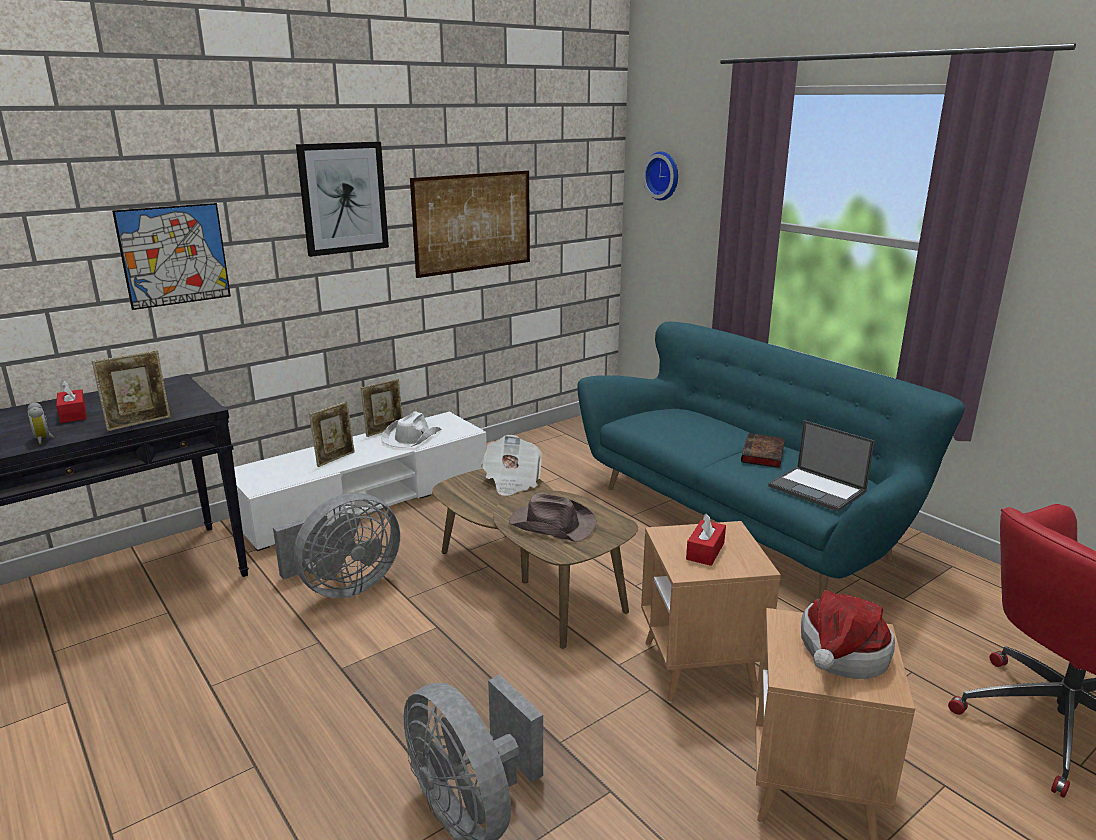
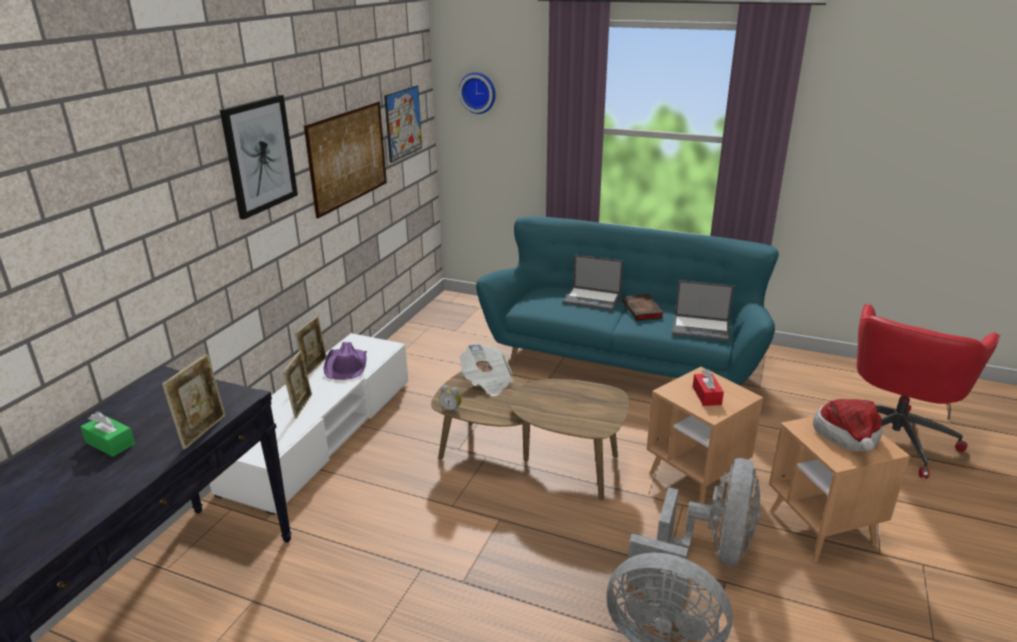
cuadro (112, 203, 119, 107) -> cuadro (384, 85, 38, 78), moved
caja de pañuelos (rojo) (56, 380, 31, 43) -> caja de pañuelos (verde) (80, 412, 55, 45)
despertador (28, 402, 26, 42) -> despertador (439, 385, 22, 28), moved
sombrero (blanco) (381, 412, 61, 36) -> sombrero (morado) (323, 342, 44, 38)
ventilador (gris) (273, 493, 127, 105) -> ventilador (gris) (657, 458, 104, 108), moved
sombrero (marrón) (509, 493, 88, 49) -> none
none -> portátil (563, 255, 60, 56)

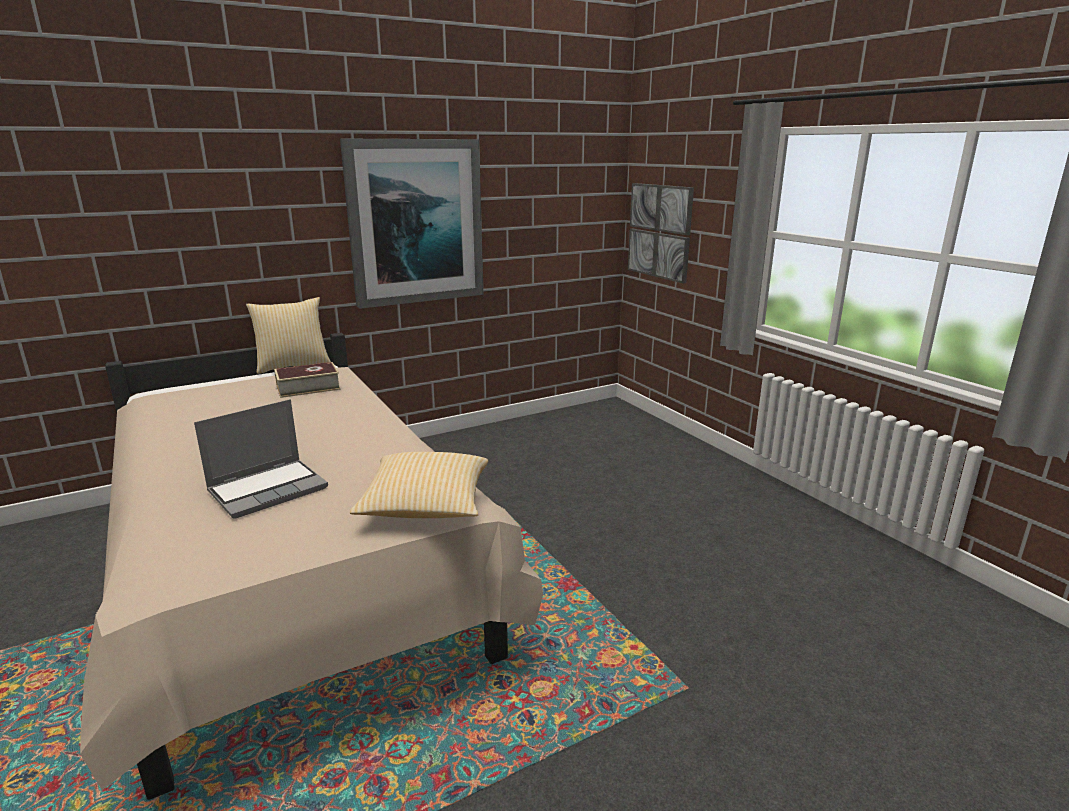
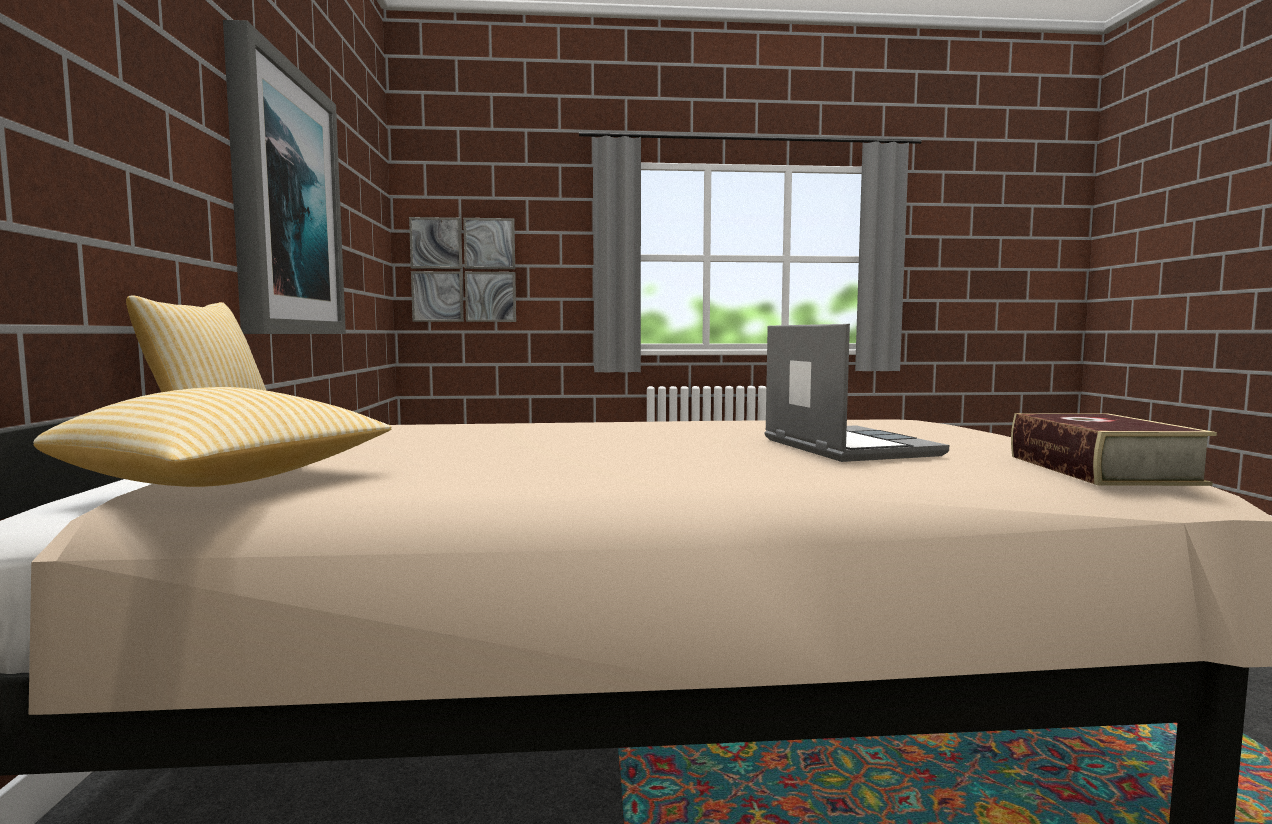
libro (274, 362, 67, 36) -> libro (1011, 413, 206, 73), moved
cojín (350, 452, 138, 66) -> cojín (33, 387, 358, 100), moved

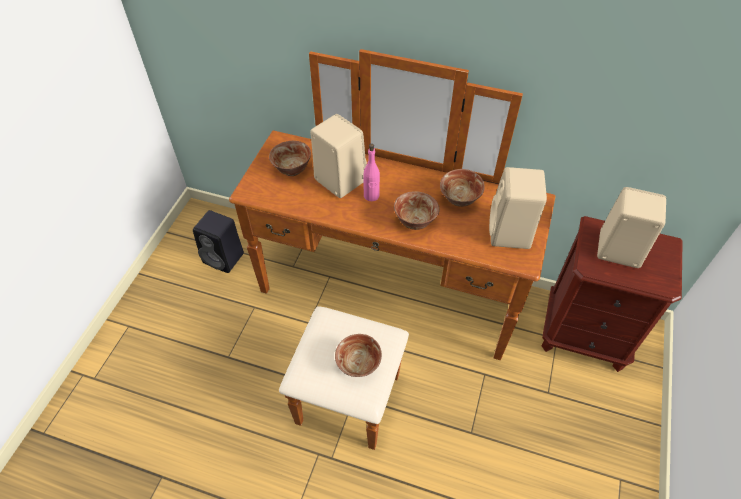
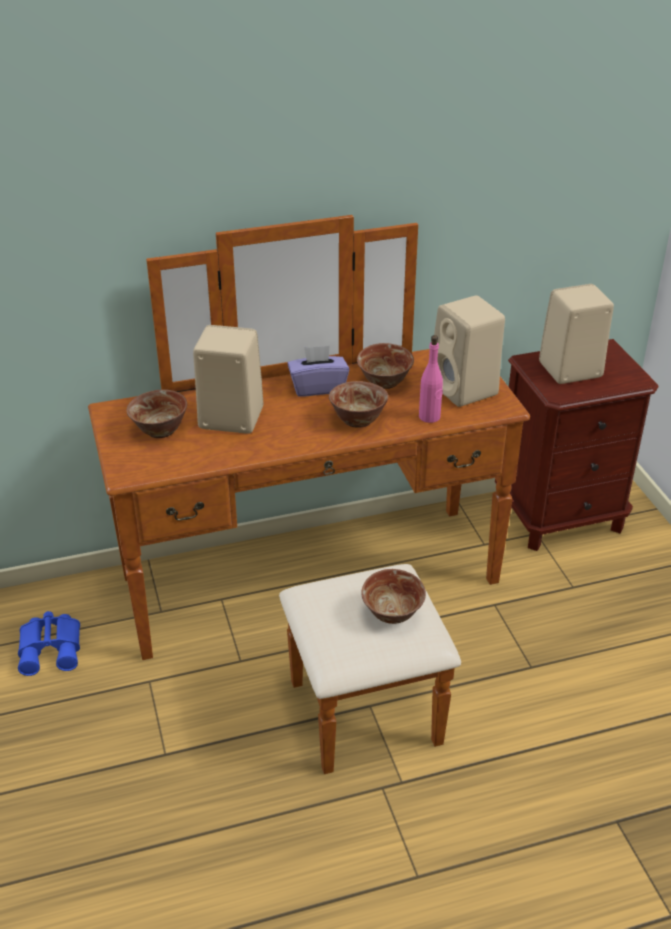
botella (rosa) (363, 144, 17, 57) -> botella (rosa) (419, 335, 24, 88), moved
altavoz (negro) (193, 210, 51, 63) -> prismáticos (azul) (18, 611, 62, 65)
none -> caja de pañuelos (morado) (287, 346, 62, 51)

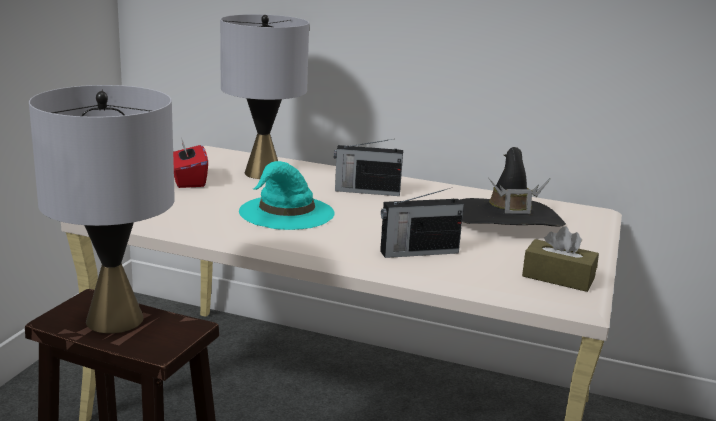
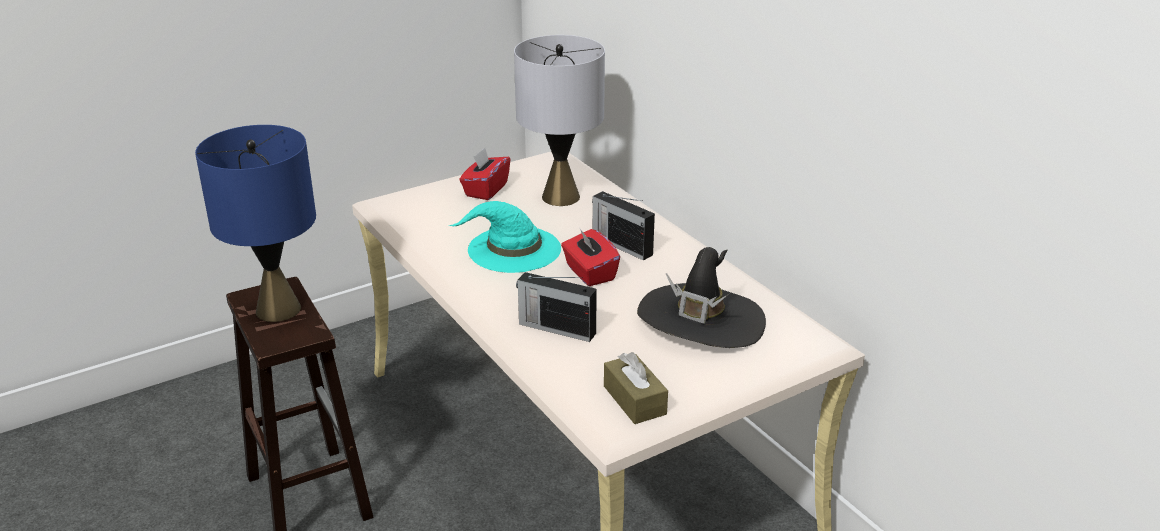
lámpara de mesa (gris) (29, 85, 146, 249) -> lámpara de mesa (azul) (195, 125, 121, 197)
none -> caja de pañuelos (rojo) (561, 229, 59, 57)

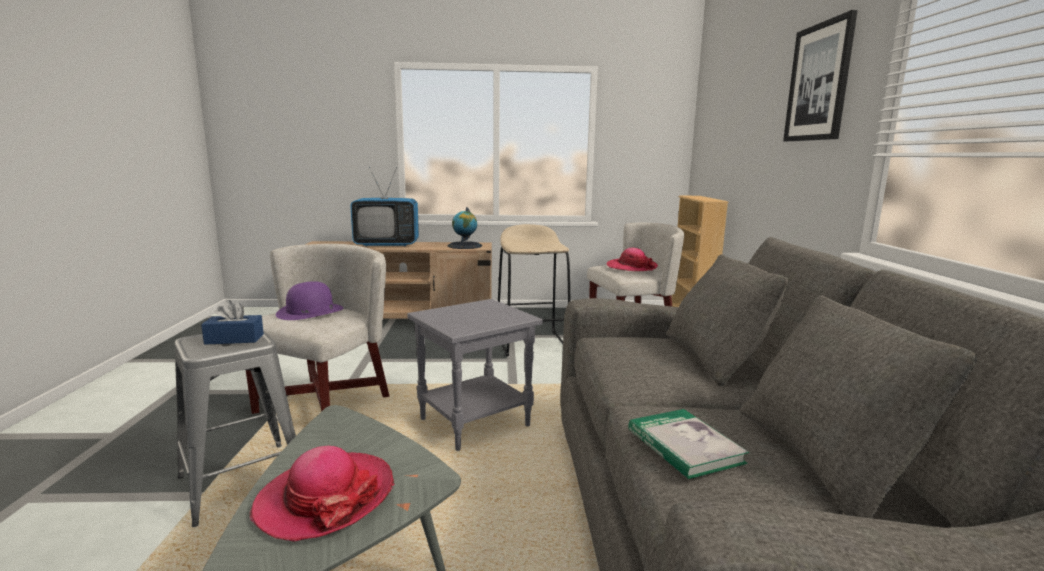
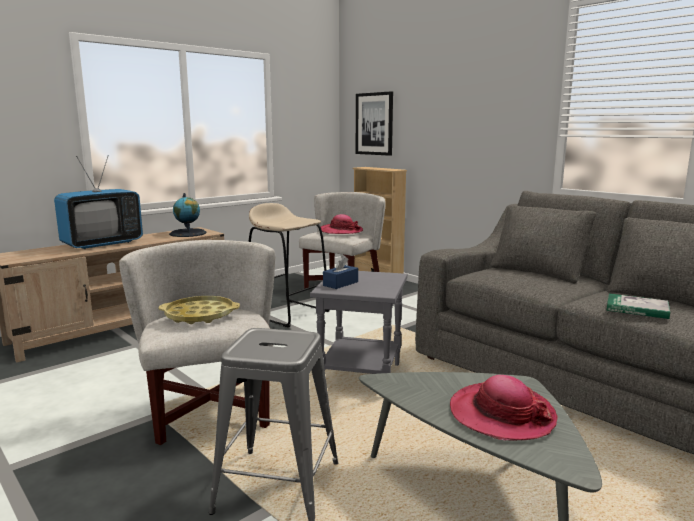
cuadro (783, 10, 75, 131) -> cuadro (356, 91, 37, 65), moved
sombrero (morado) (276, 281, 67, 39) -> bandeja (amarillo) (158, 296, 82, 28)
caja de pañuelos (azul) (201, 300, 63, 45) -> caja de pañuelos (azul) (323, 256, 35, 33), moved

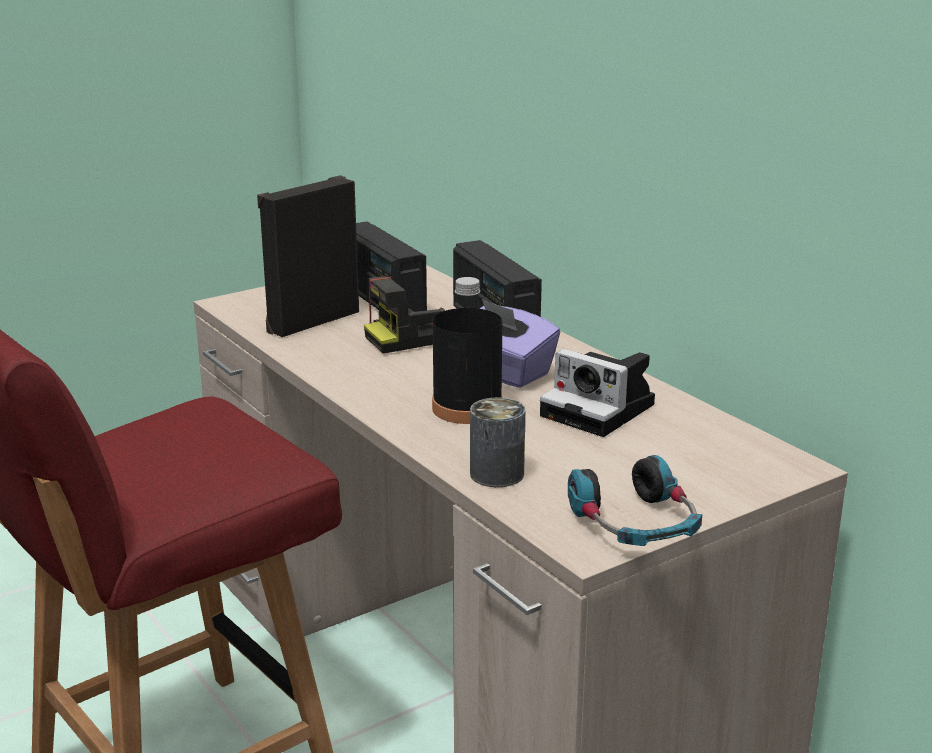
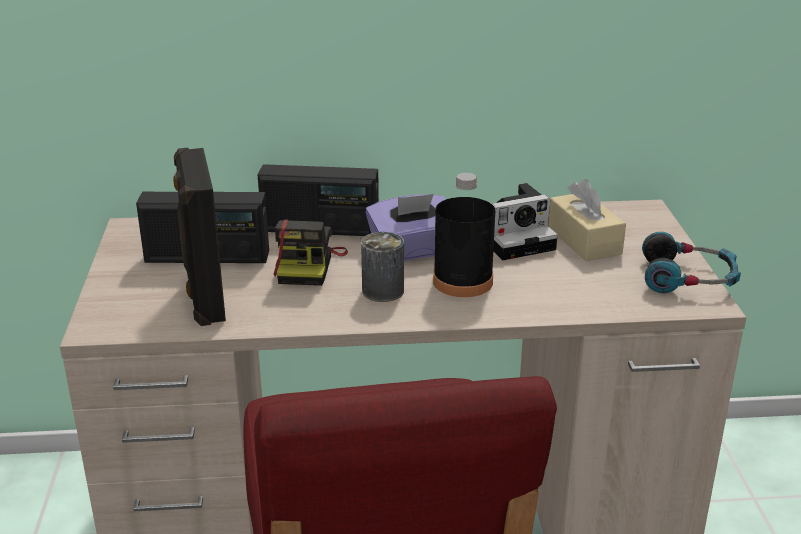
lata (470, 397, 55, 90) -> lata (361, 232, 43, 70), moved
none -> caja de pañuelos (beis) (548, 179, 78, 82)

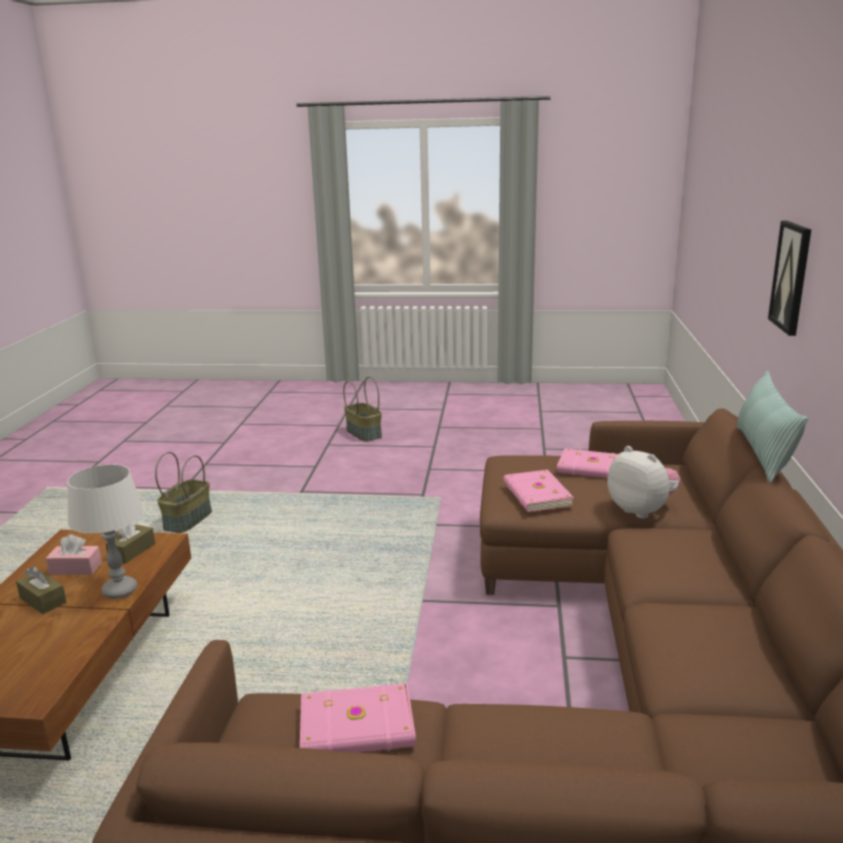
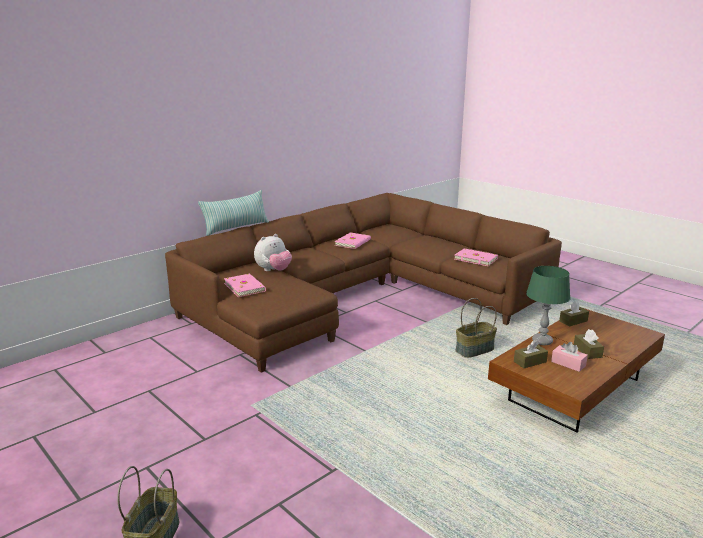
cuadro (768, 221, 43, 115) -> none
peluche (607, 446, 74, 73) -> peluche (254, 234, 38, 37), 135 degrees counterclockwise
cesta (155, 452, 57, 81) -> cesta (455, 298, 42, 60), moved
lámpara de mesa (blanco) (67, 464, 77, 135) -> lámpara de mesa (verde) (526, 266, 44, 79)
libro (rosa) (503, 470, 71, 42) -> libro (rosa) (334, 232, 37, 17), moved
none -> caja de pañuelos (marrón) (559, 301, 30, 26)

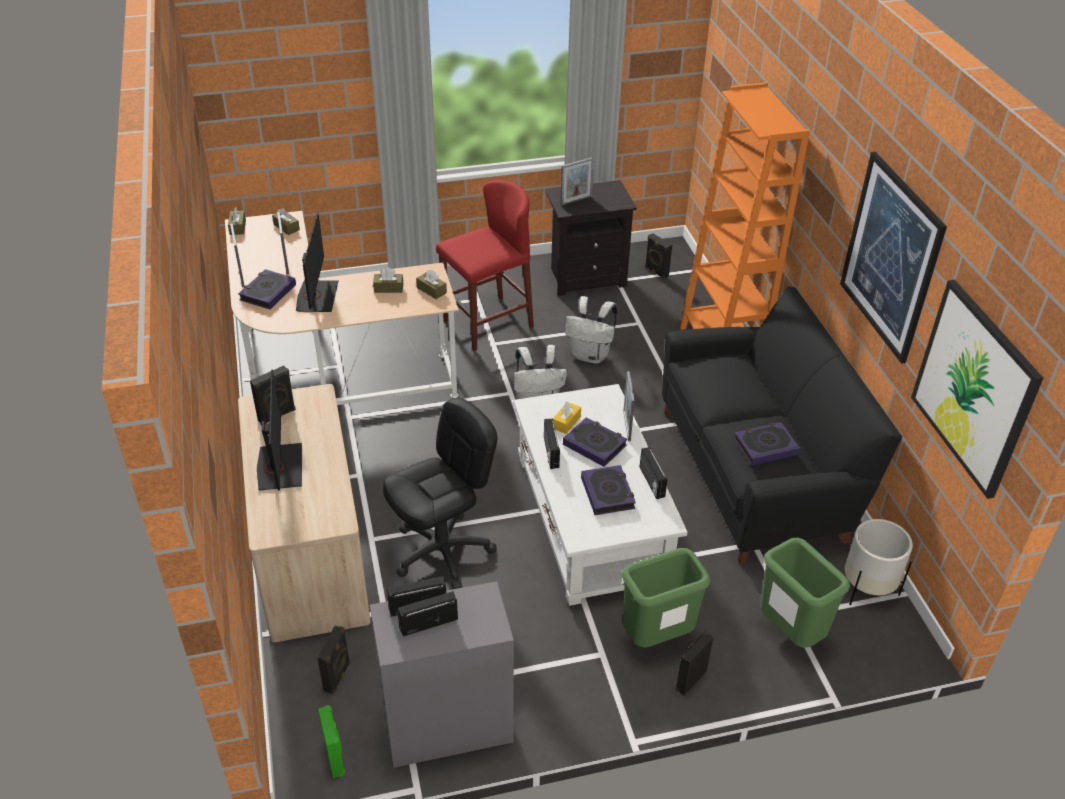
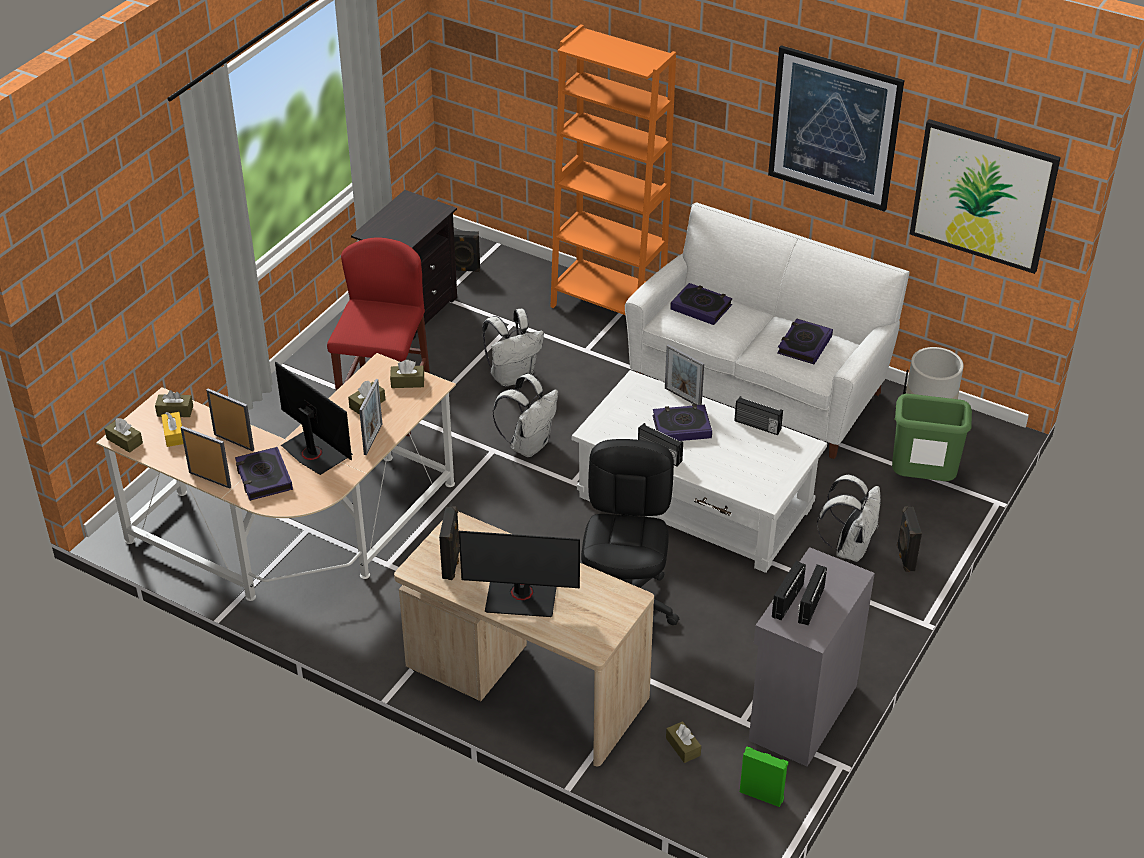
portarretratos (560, 157, 34, 49) -> portarretratos (359, 379, 23, 76), moved
sofá (negro) (662, 286, 240, 278) -> sofá (blanco) (625, 202, 285, 257)
monitor (257, 369, 45, 122) -> monitor (459, 531, 121, 86), 150 degrees clockwise
caja de pañuelos (amarillo) (553, 401, 28, 33) -> caja de pañuelos (amarillo) (161, 412, 22, 35), moved
libro (581, 465, 55, 50) -> libro (670, 283, 63, 42), moved
papelera (verde) (622, 548, 89, 100) -> mochila (blanco) (817, 475, 64, 87)
altavoz (negro) (317, 626, 33, 68) -> caja de pañuelos (marrón) (666, 721, 35, 42)

